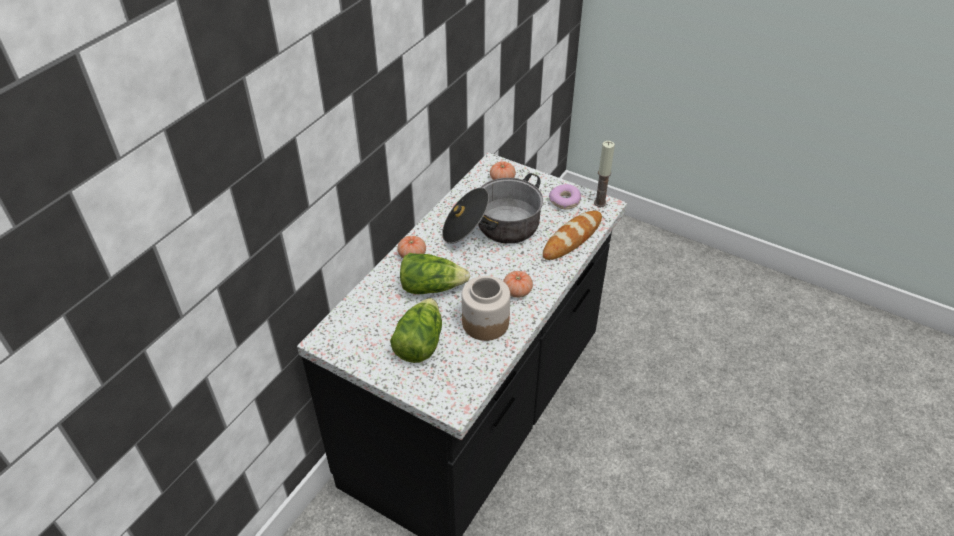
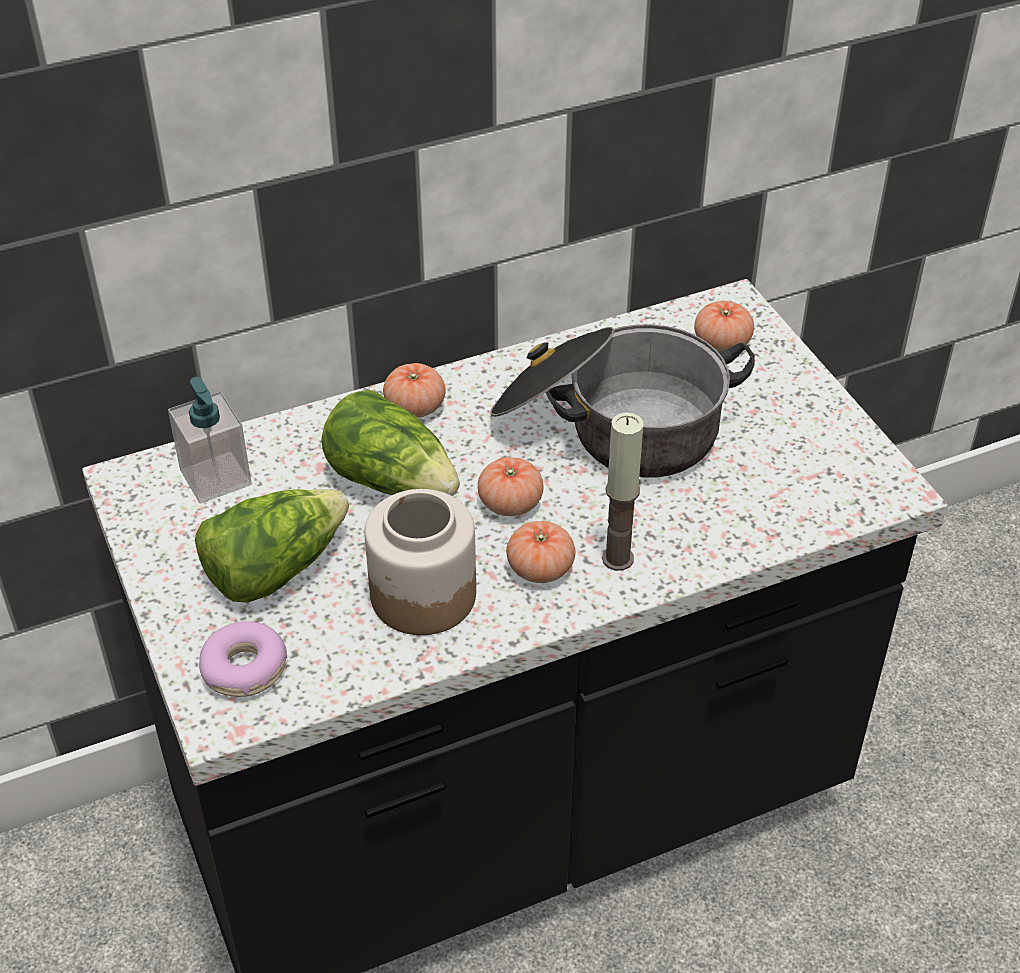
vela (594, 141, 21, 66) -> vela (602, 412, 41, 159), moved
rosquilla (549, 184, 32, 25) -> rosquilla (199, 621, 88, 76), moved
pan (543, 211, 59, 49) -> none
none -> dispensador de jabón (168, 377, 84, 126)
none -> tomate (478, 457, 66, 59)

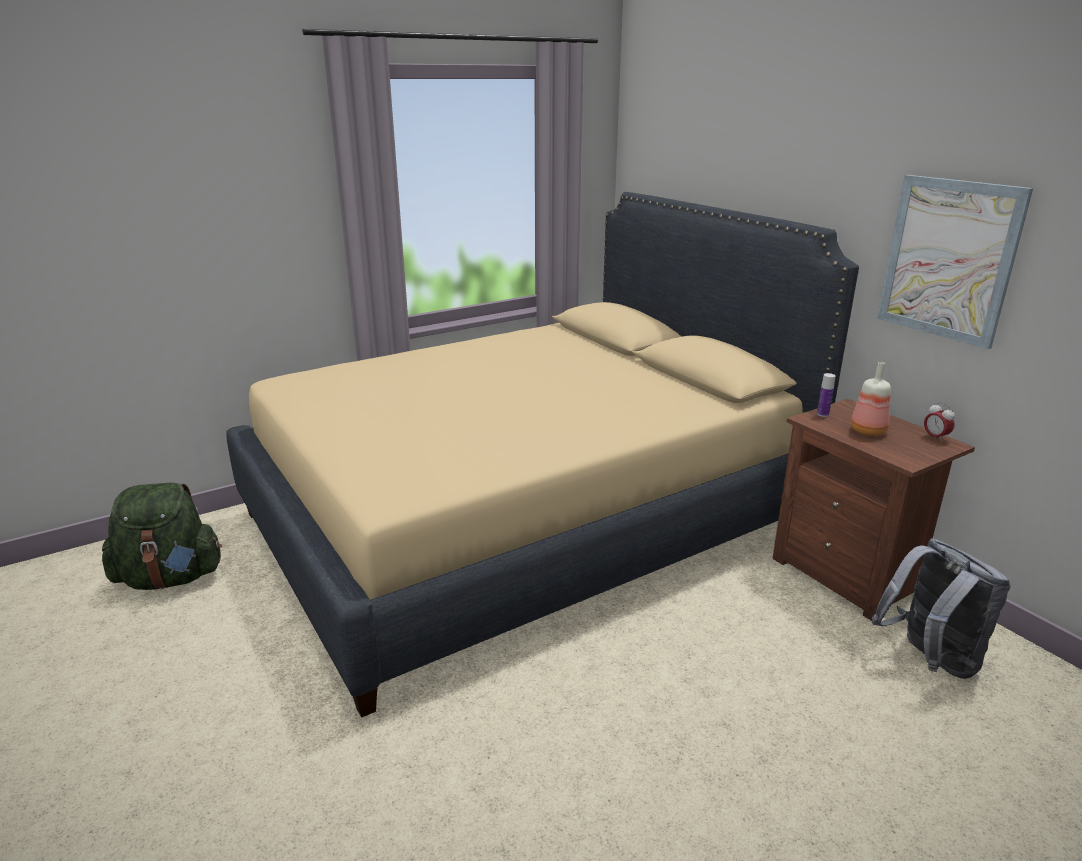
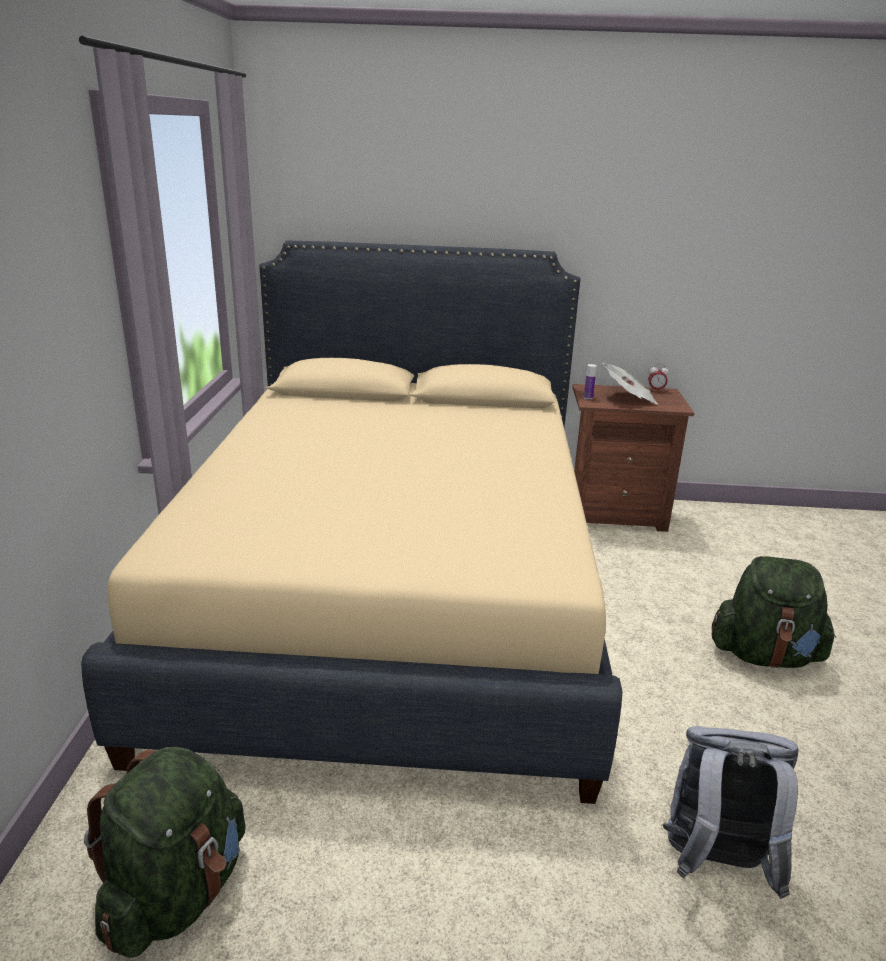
cuadro (877, 175, 156, 174) -> none
botella (851, 362, 40, 74) -> periódico (602, 363, 57, 42)
mochila (gris) (871, 538, 140, 141) -> mochila (gris) (663, 726, 135, 173), moved
none -> mochila (verde) (712, 556, 124, 112)

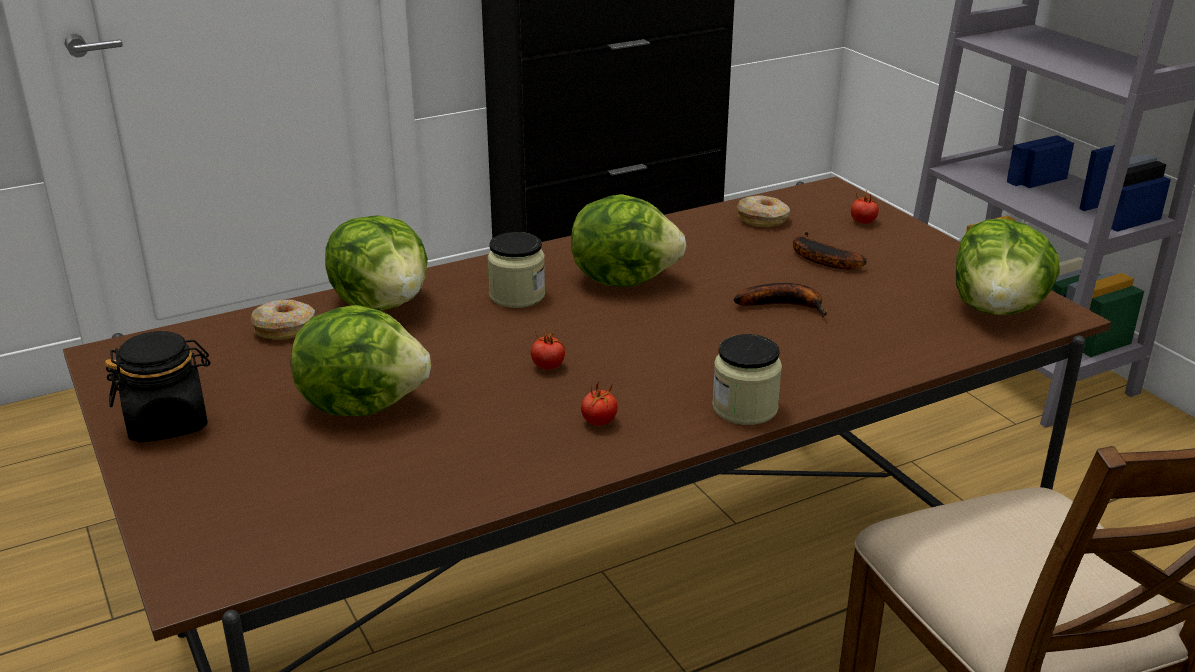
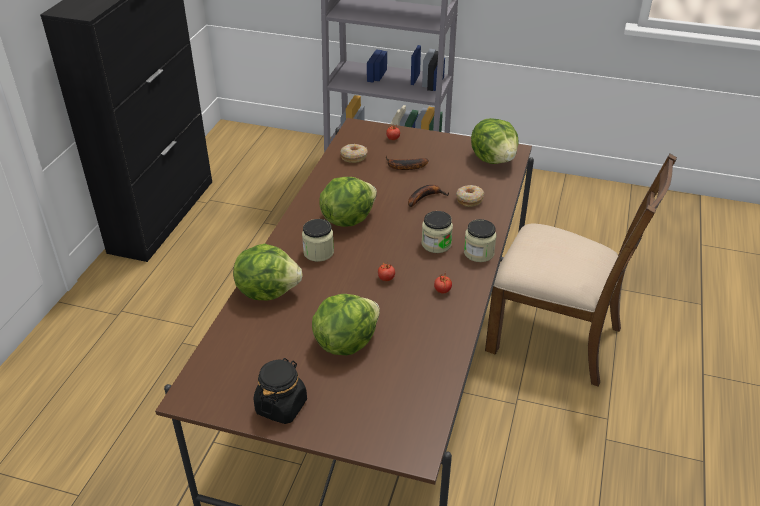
rosquilla (251, 300, 64, 40) -> rosquilla (456, 185, 28, 22), moved
none -> tarro (421, 211, 32, 42)

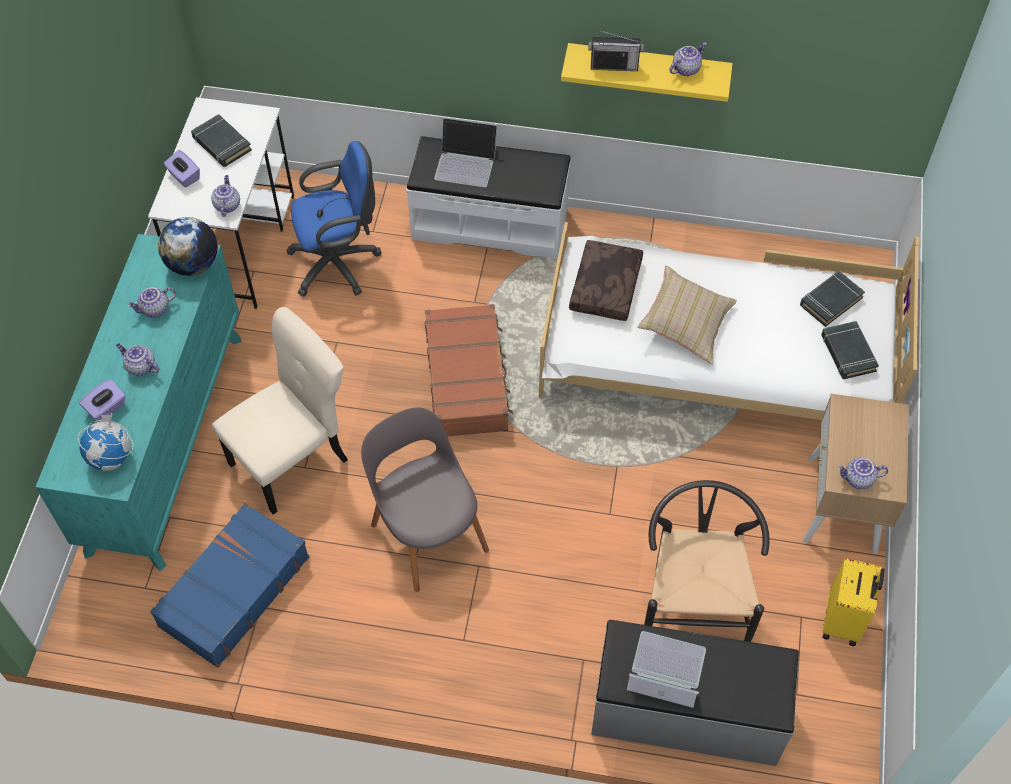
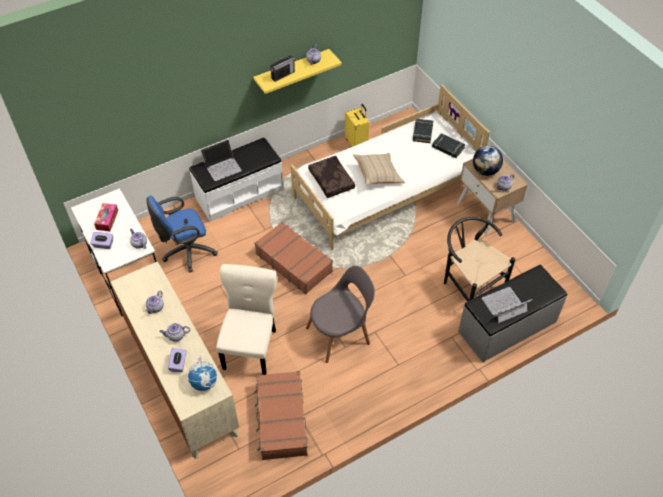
libro (negro) (191, 114, 61, 53) -> caja de pañuelos (94, 203, 24, 28)
silla de oficina (azul) (286, 141, 96, 156) -> silla de oficina (azul) (146, 196, 72, 77), 150 degrees counterclockwise
globo terráqueo (158, 217, 60, 59) -> globo terráqueo (473, 146, 30, 30), moved
cómoda (turquesa) (36, 234, 206, 337) -> cómoda (beis) (111, 261, 128, 198)
silla (gris) (361, 407, 128, 185) -> silla (gris) (306, 266, 69, 97), 135 degrees clockwise
maleta (azul) (150, 503, 159, 165) -> maleta (marrón) (254, 371, 54, 89)
maleta (amarillo) (823, 558, 62, 88) -> maleta (amarillo) (345, 104, 24, 43), moved

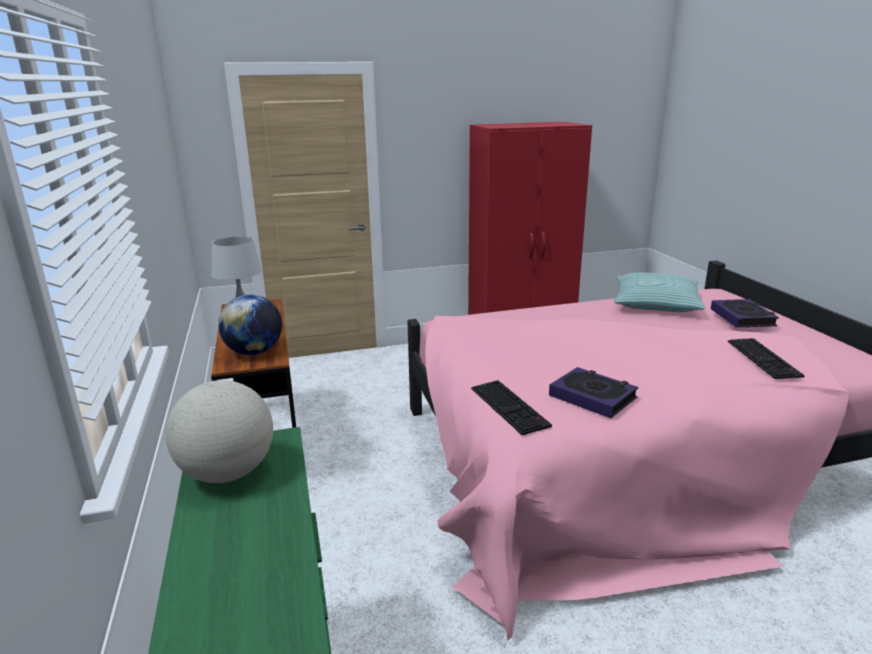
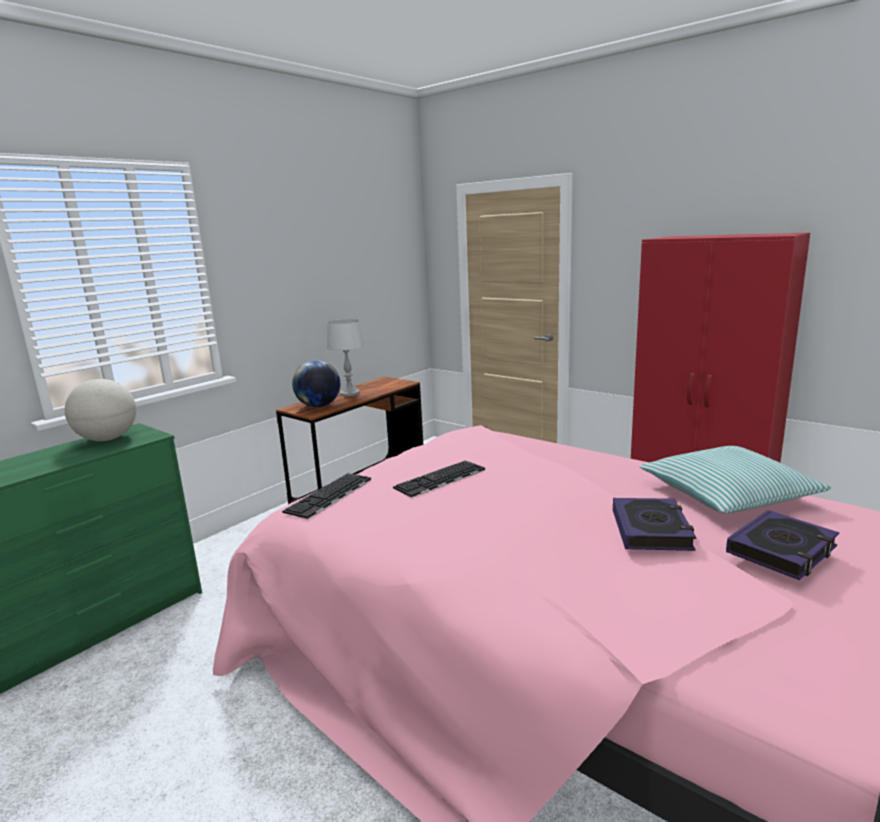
teclado (728, 338, 77, 41) -> teclado (393, 460, 92, 38), moved
libro (549, 367, 89, 51) -> libro (613, 498, 83, 53), moved

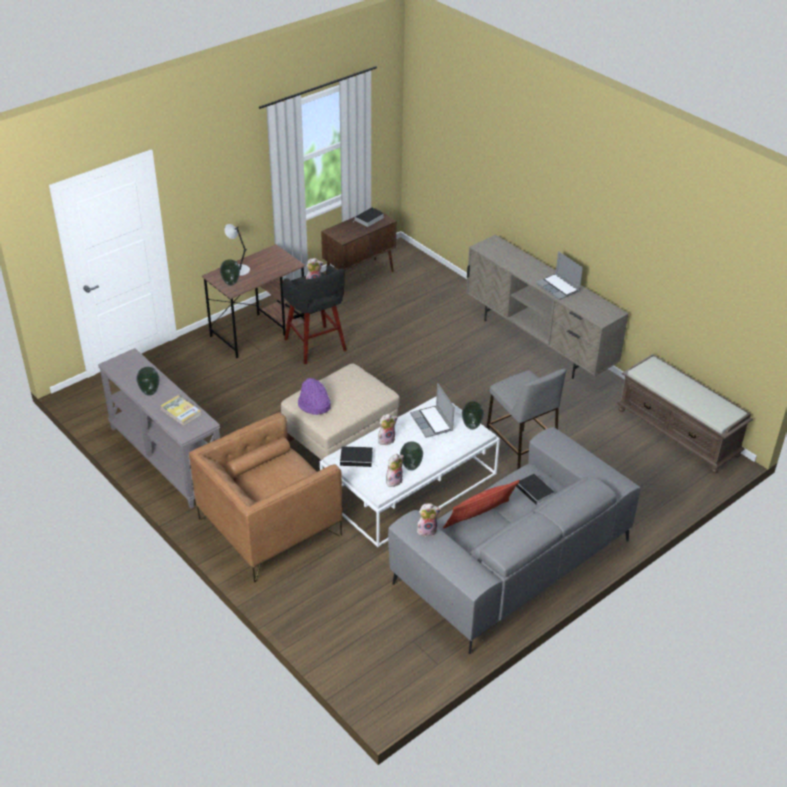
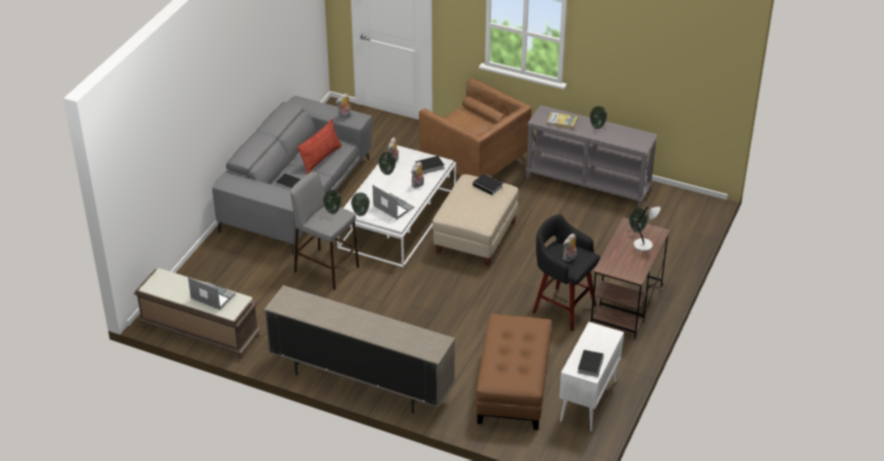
armario (marrón) (321, 208, 75, 87) -> armario (blanco) (559, 322, 65, 109)
portátil (536, 251, 47, 49) -> portátil (188, 277, 47, 33), moved
sombrero (morado) (298, 378, 33, 37) -> libro (473, 174, 30, 23)
sillón (marrón) (189, 412, 153, 170) -> sillón (marrón) (419, 78, 113, 99), 105 degrees clockwise
none -> florero (323, 190, 19, 24)
none -> puf (marrón) (476, 314, 76, 116)

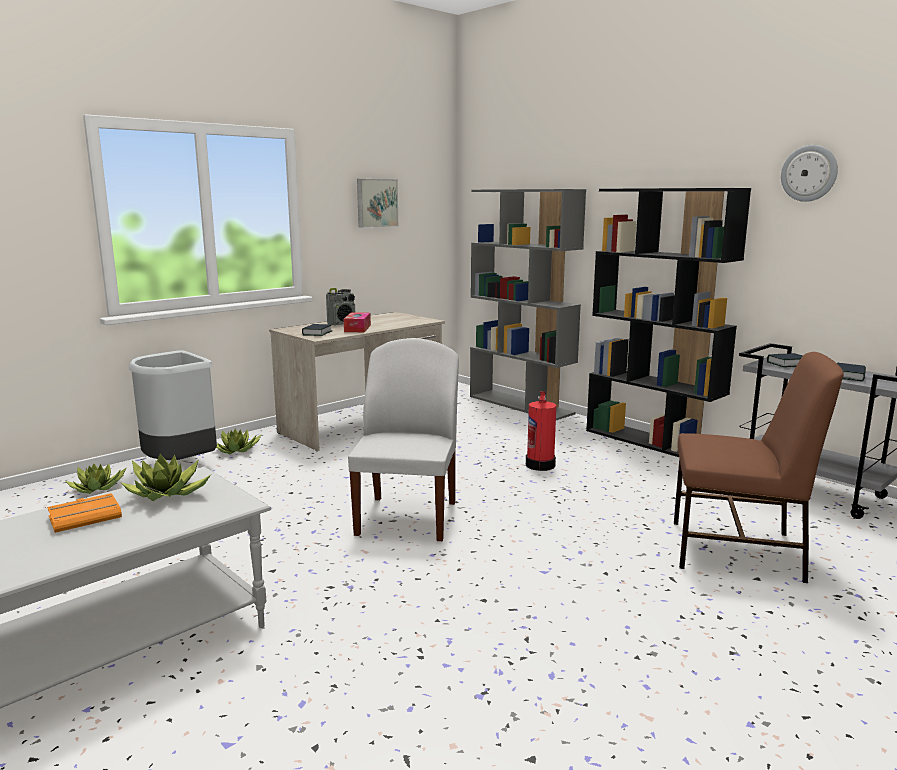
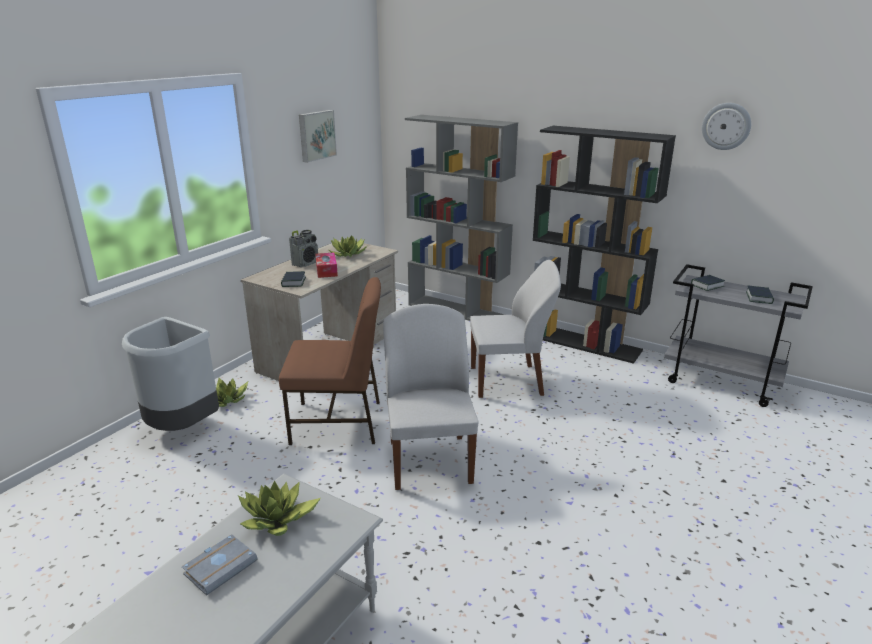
silla (marrón) (674, 352, 170, 231) -> silla (marrón) (279, 277, 102, 168), moved
extintor (526, 391, 30, 80) -> silla (blanco) (470, 260, 91, 138)
planta en maceta (65, 463, 62, 31) -> planta en maceta (329, 235, 38, 22), moved
libro (naranja) (47, 493, 75, 40) -> libro (gris) (182, 534, 76, 62)

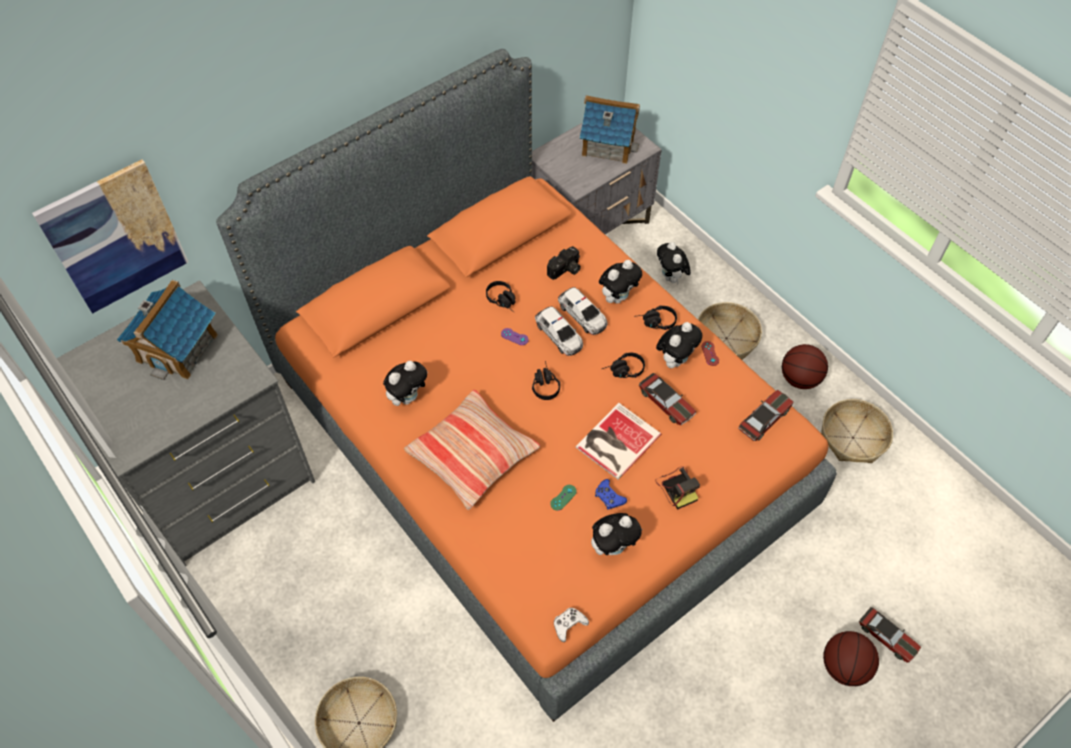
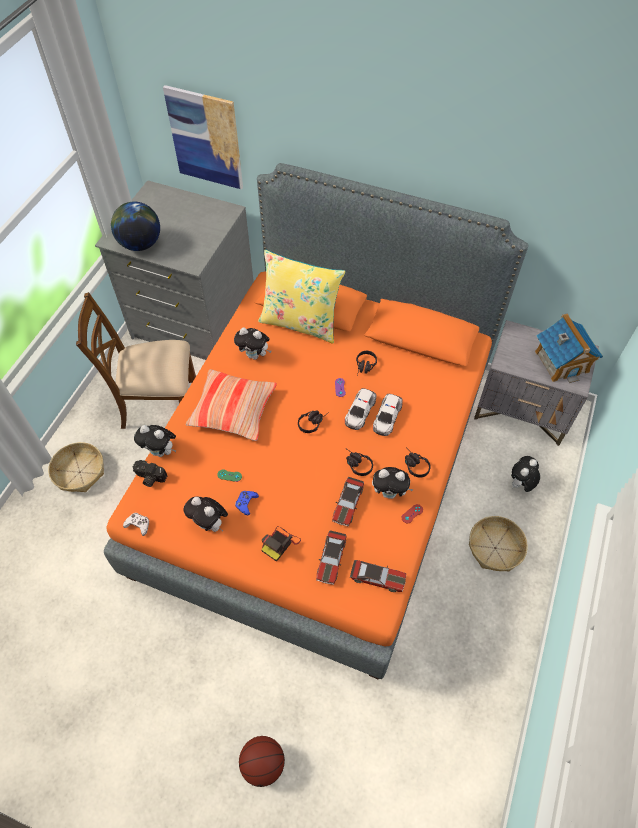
cámara (547, 246, 34, 34) -> cámara (133, 460, 34, 27), moved
peluche (599, 260, 43, 43) -> peluche (134, 425, 42, 32), moved
casita (117, 280, 101, 100) -> none
balón de baloncesto (782, 344, 46, 45) -> none
cesta (821, 399, 72, 64) -> none
libro (576, 403, 85, 77) -> none
coche de juguete (859, 607, 62, 56) -> coche de juguete (316, 530, 30, 55), moved
none -> globo terráqueo (111, 201, 49, 50)
none -> cojín (amarillo) (258, 250, 88, 94)
none -> silla (marrón) (76, 292, 120, 137)

